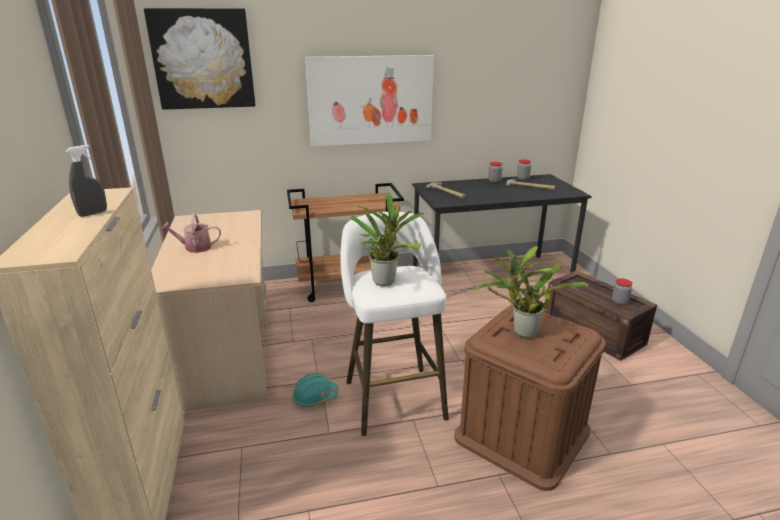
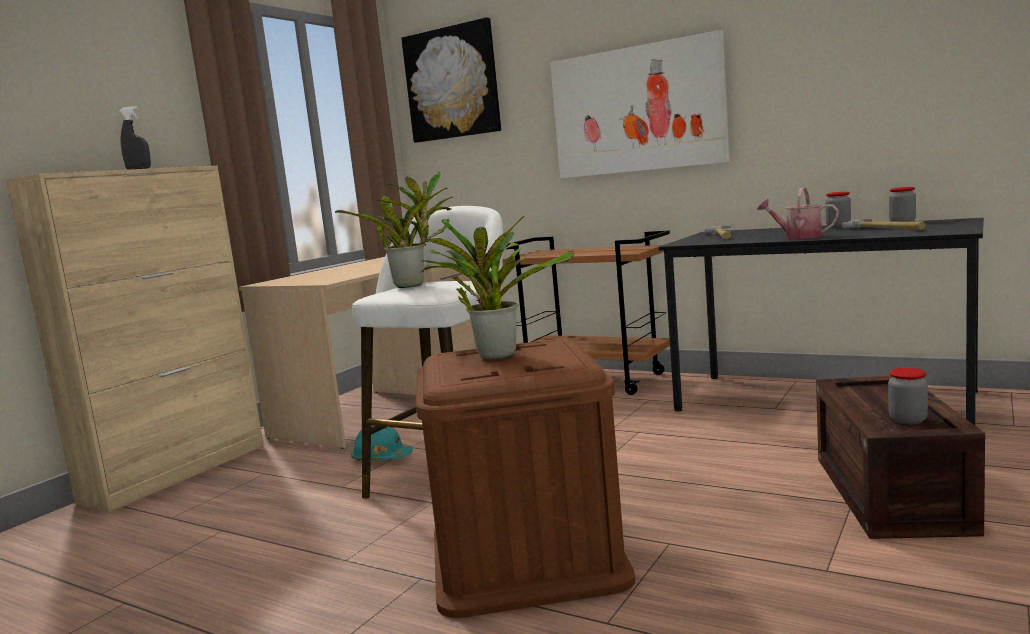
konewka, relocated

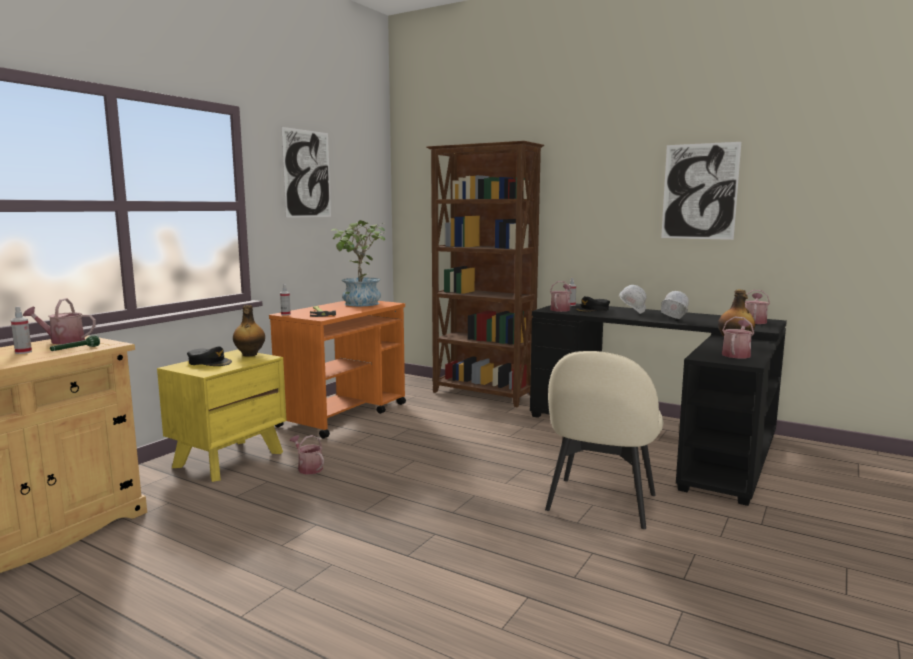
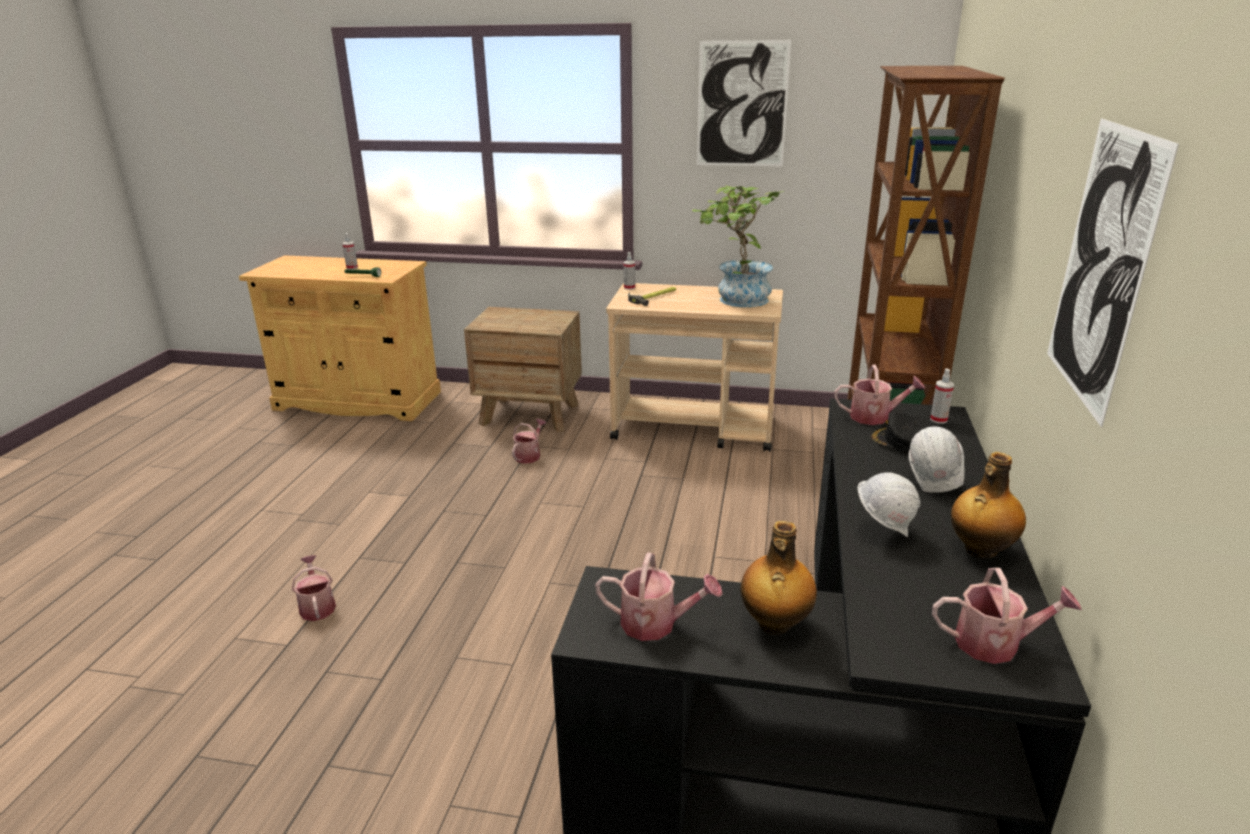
konewka (no. 1 from left), relocated
szafka nocna/żółty → szafka nocna/brązowy
czapka z daszkiem/czarny (no. 1 from left) → -
butelka (no. 1 from left in the first image) → butelka (no. 2 from left), relocated
wózek/pomarańczowy → wózek/beżowy
krzesło/beżowy → -

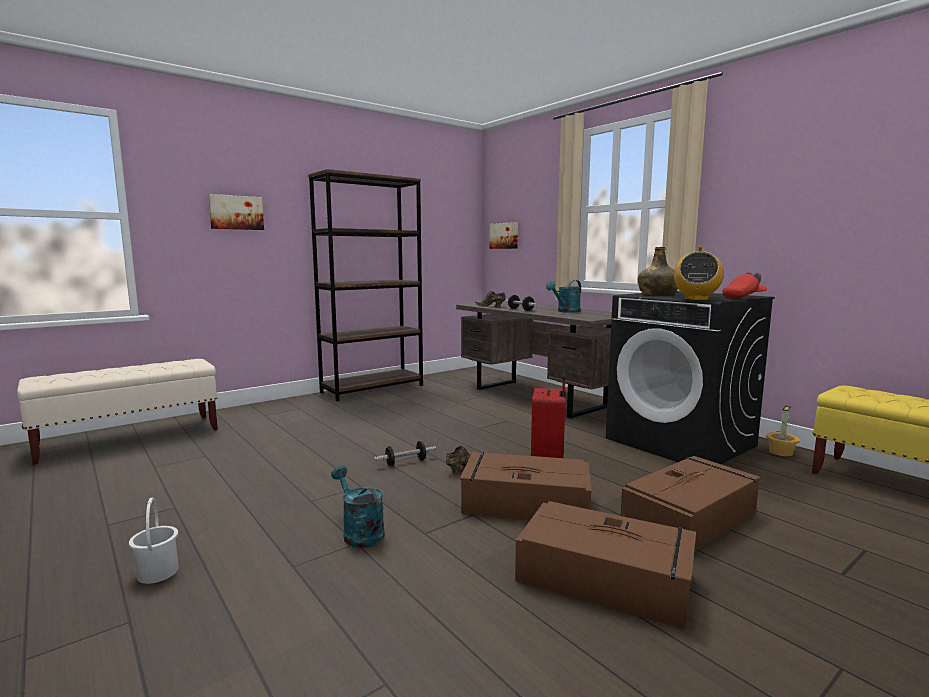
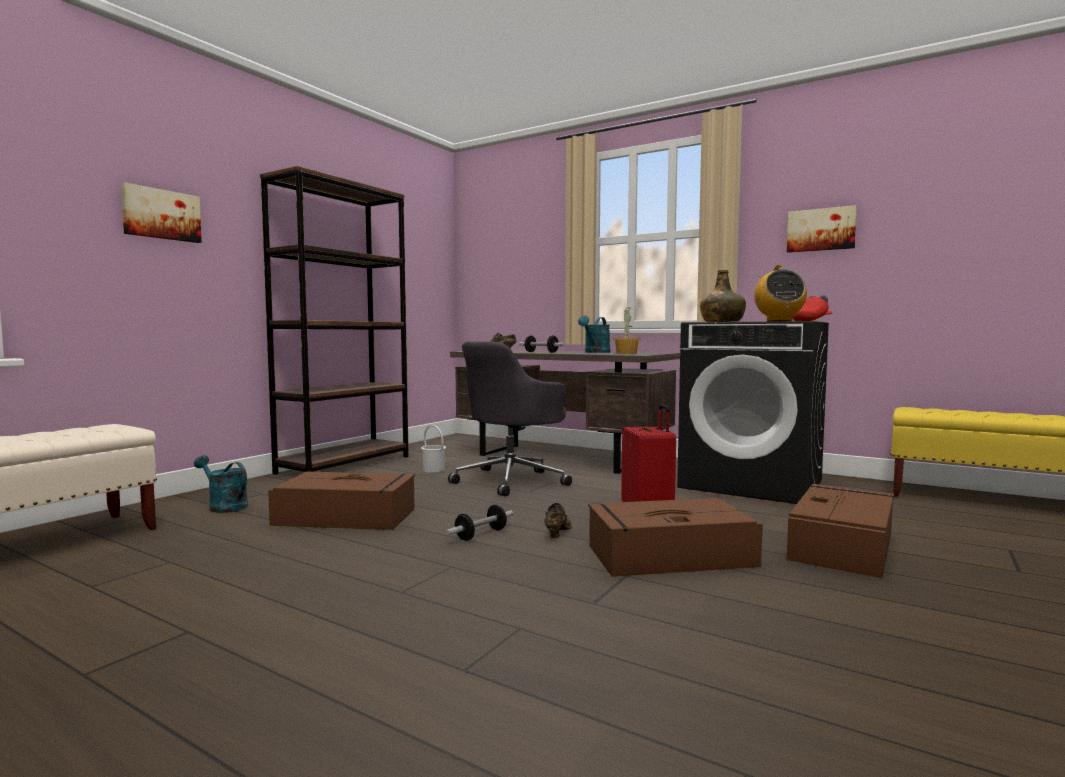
wiadro/biały, relocated
konewka/turkusowy (no. 1 from left), relocated
obraz (no. 2 from left), relocated
pojemnik do przechowywania/brązowy (no. 2 from left in the first image) → pojemnik do przechowywania/brązowy (no. 1 from left), relocated
roślina doniczkowa, relocated
- → krzesło biurowe/szary

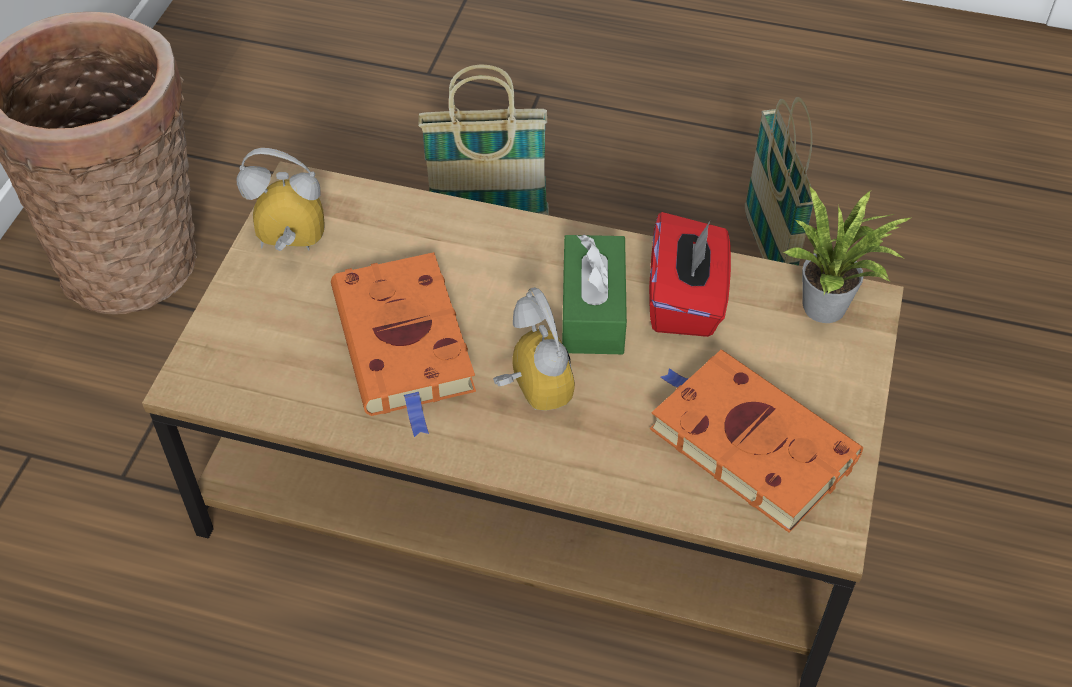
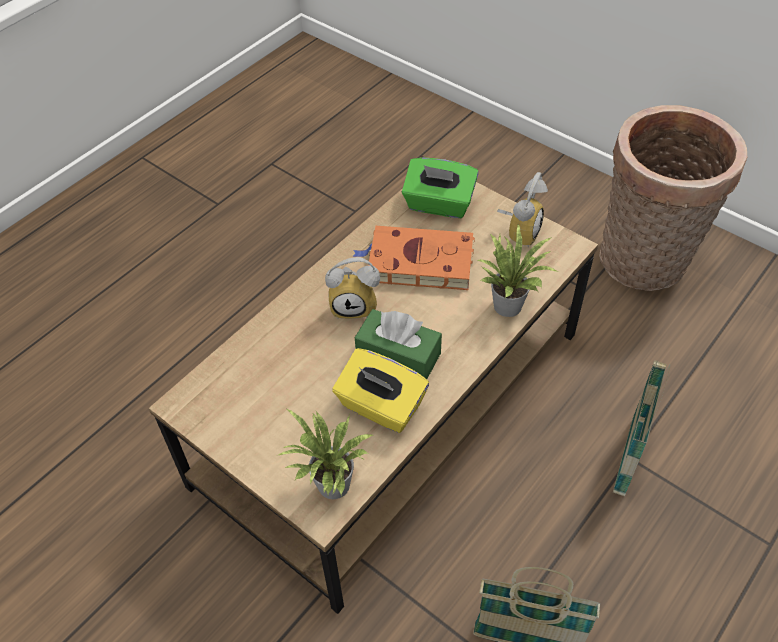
pudełko chusteczek/czerwony → pudełko chusteczek/żółty
książka/pomarańczowy (no. 2 from left) → -
- → pudełko chusteczek/zielony (no. 2 from left)
- → roślina doniczkowa (no. 2 from left)

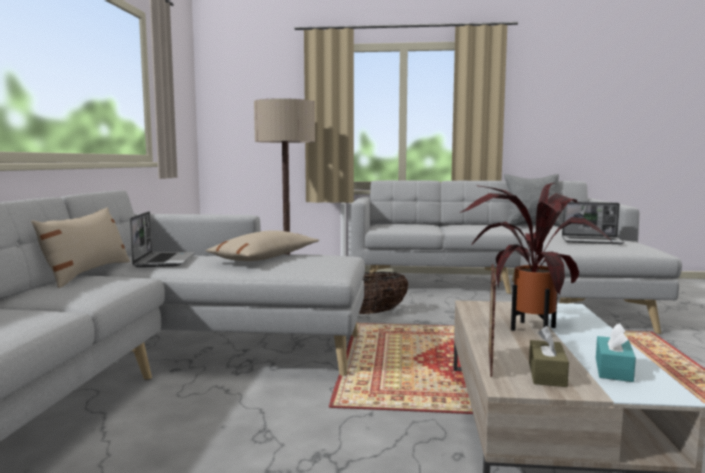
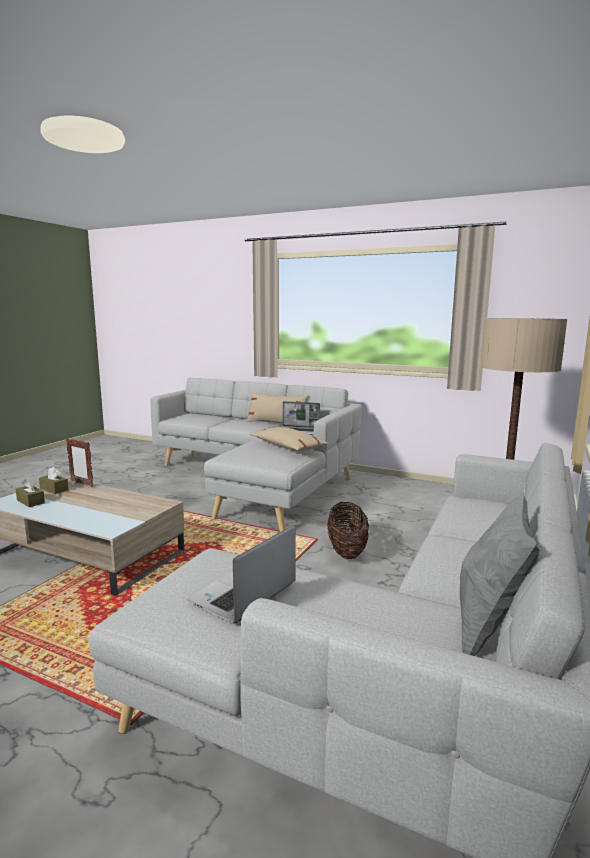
roślina doniczkowa → -
pudełko chusteczek/turkusowy → pudełko chusteczek/brązowy (no. 1 from left)

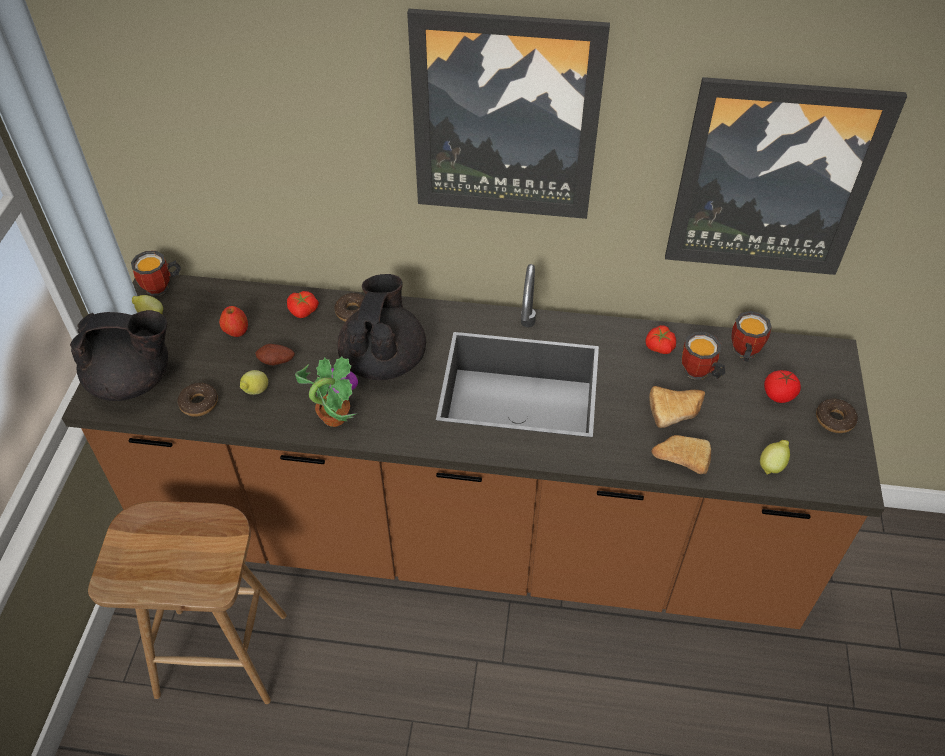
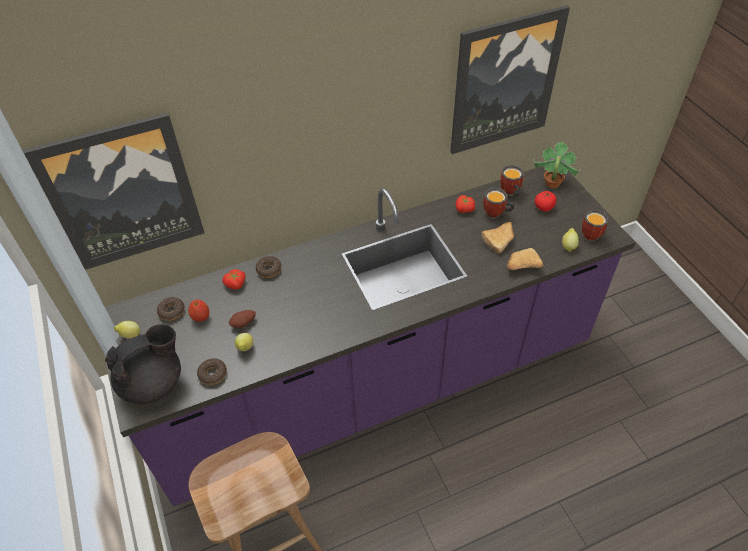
zabudowa kuchenna/brązowy → zabudowa kuchenna/fioletowy
kubek (no. 1 from left in the first image) → kubek (no. 3 from left), relocated
roślina doniczkowa, relocated
imbryk/czarny (no. 2 from left) → -
obraz (no. 1 from left), relocated
donut (no. 3 from left in the first image) → donut (no. 1 from left), relocated

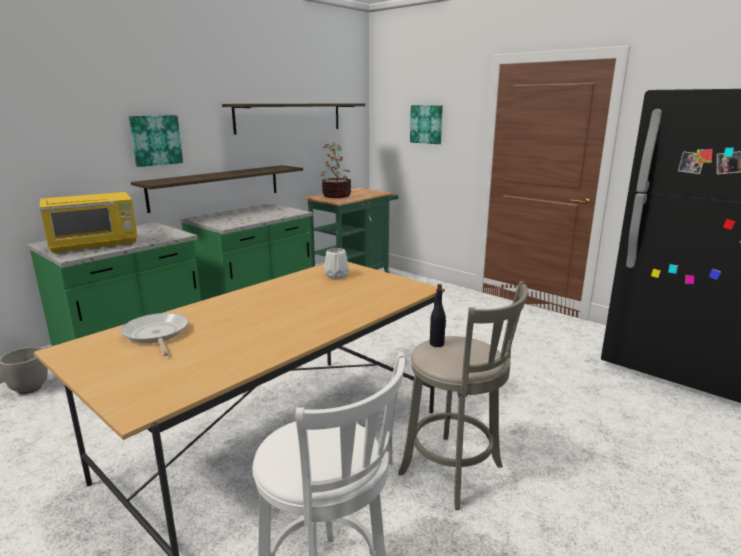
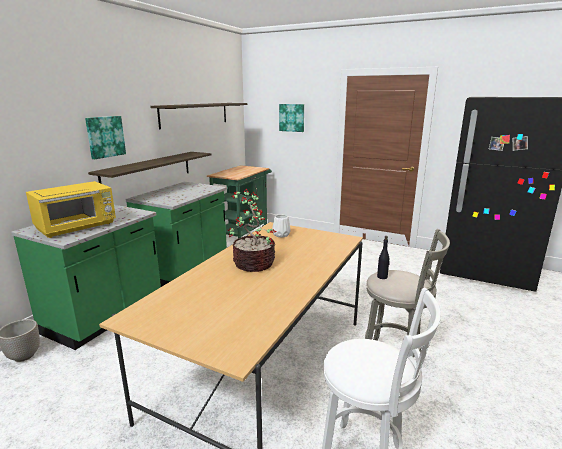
patelnia → -
roślina doniczkowa, relocated

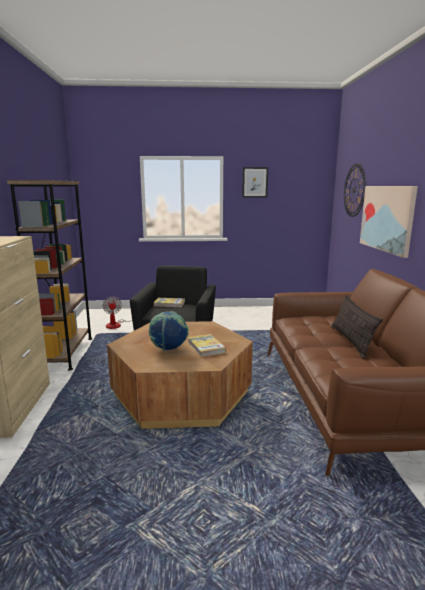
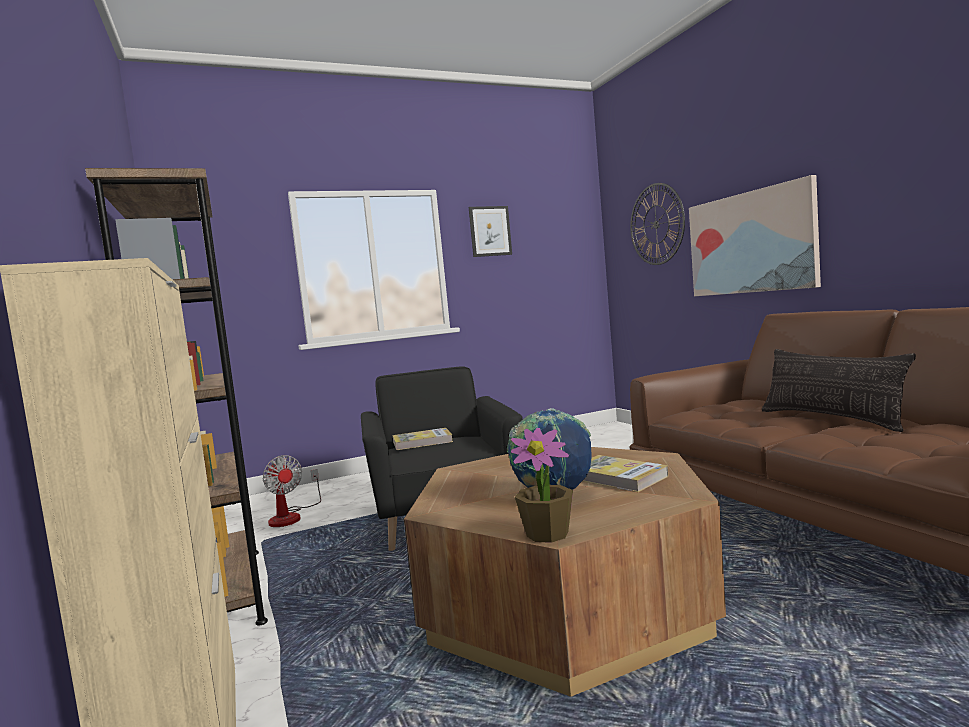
- → roślina doniczkowa

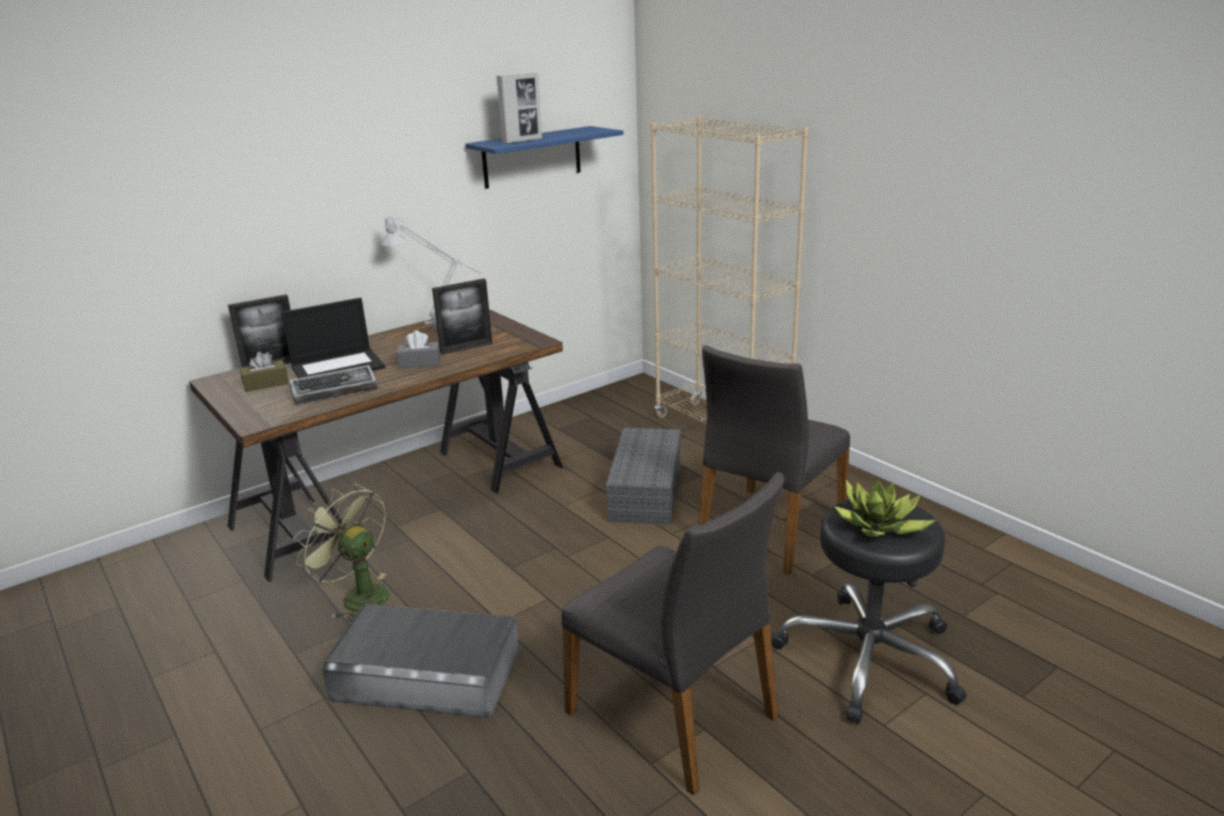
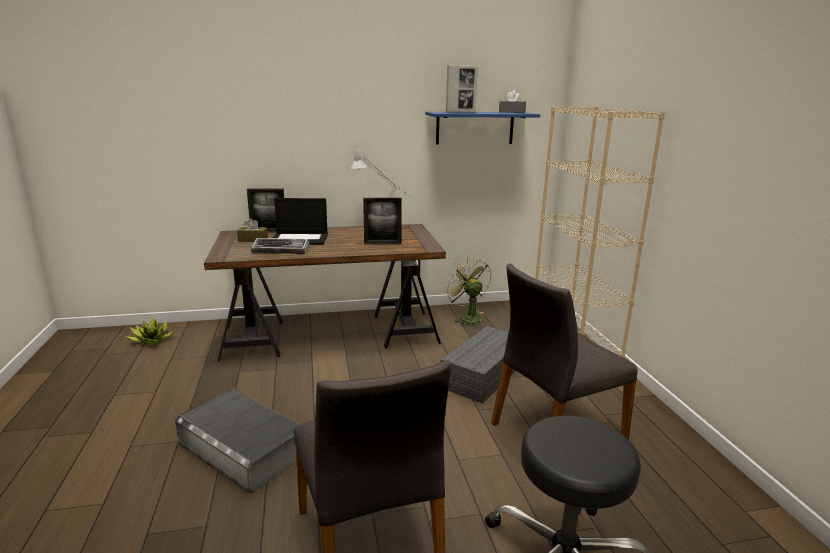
wentylator/zielony, relocated
pudełko chusteczek/szary, relocated
roślina doniczkowa, relocated

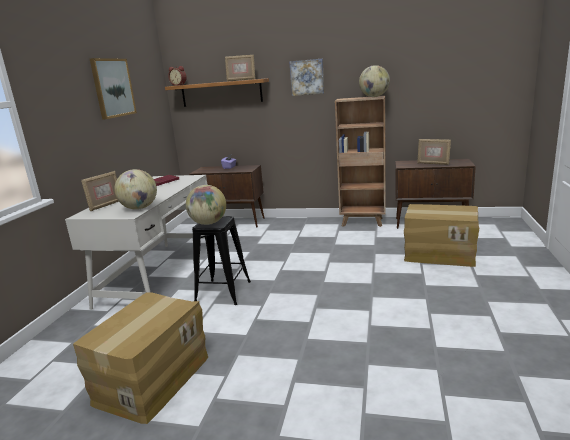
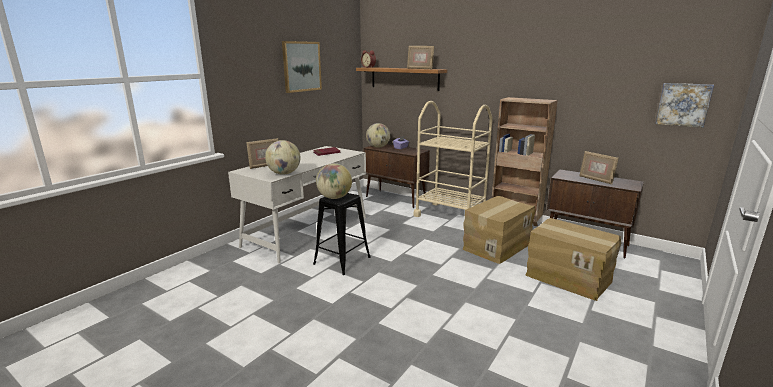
karton (no. 1 from left), relocated
obraz (no. 2 from left), relocated
globus (no. 3 from left), relocated
- → wózek/beżowy

